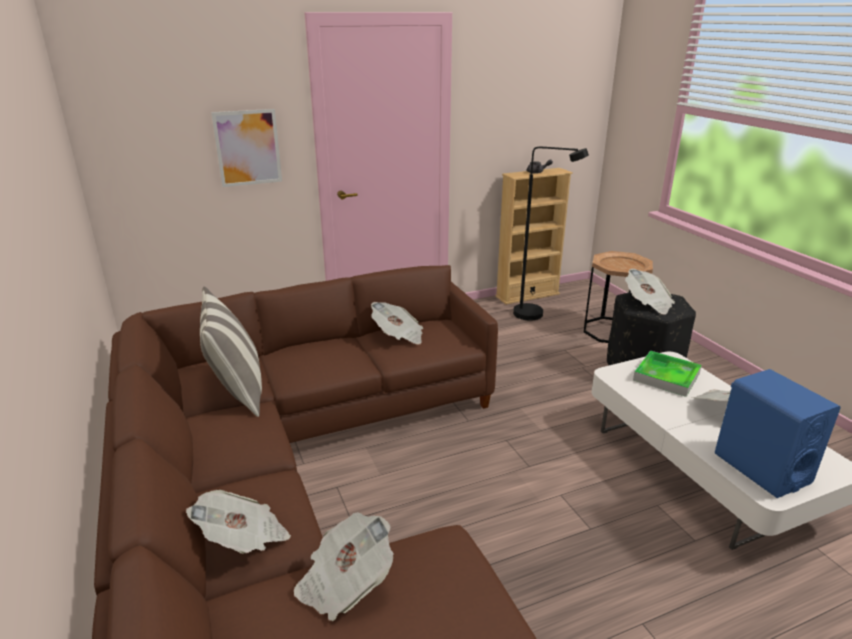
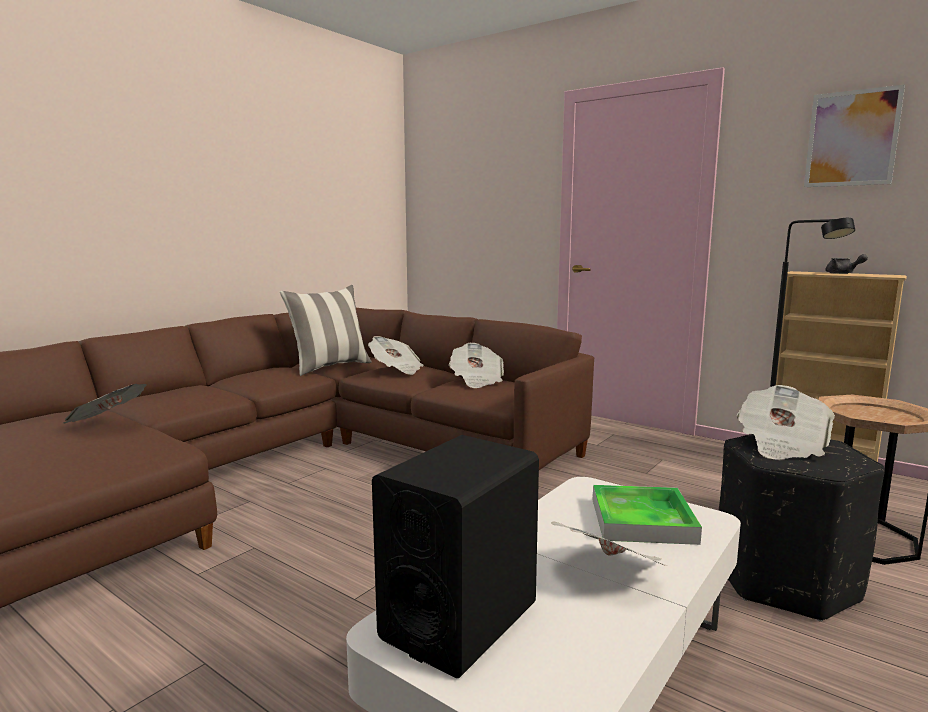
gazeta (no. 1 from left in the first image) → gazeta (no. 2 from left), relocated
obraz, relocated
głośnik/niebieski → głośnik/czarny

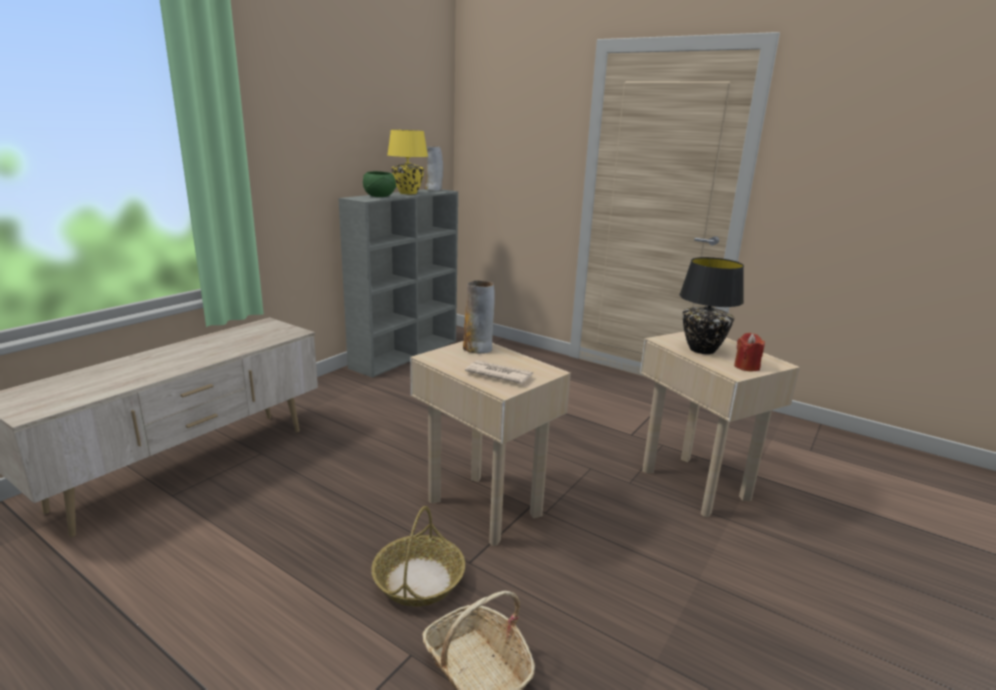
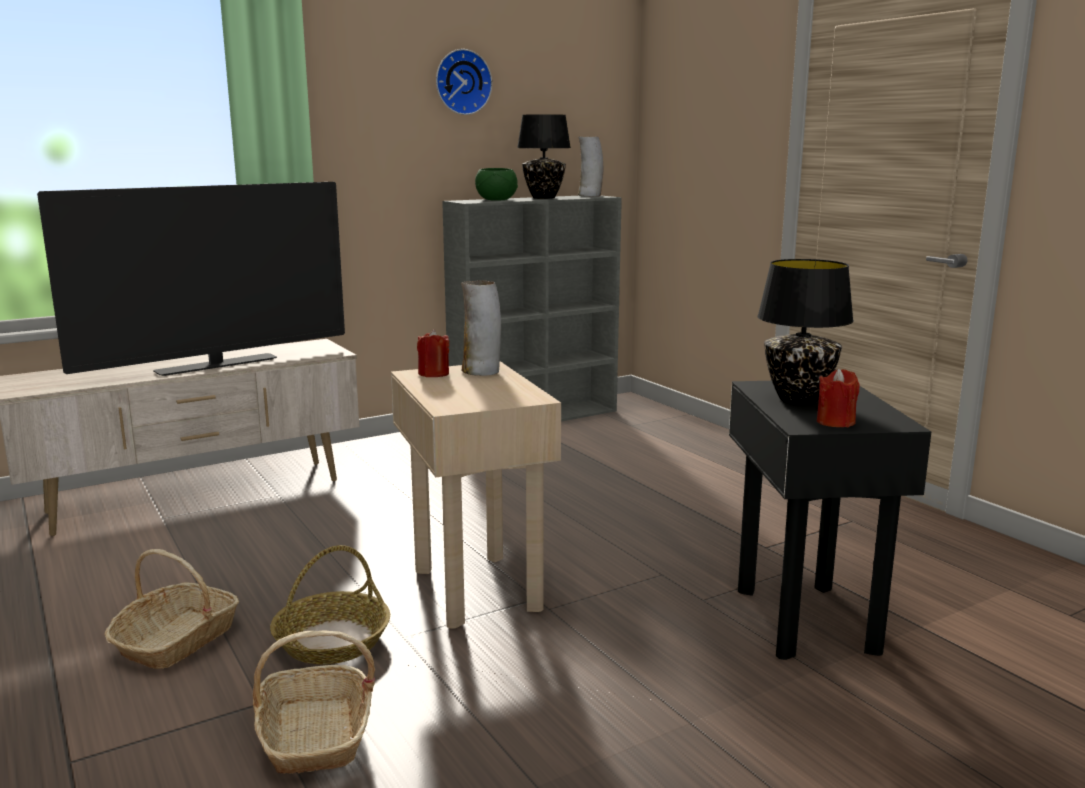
lampa stołowa/żółty → lampa stołowa/czarny (no. 1 from left)
gazeta → -
stolik/beżowy (no. 2 from left) → stolik/czarny
- → telewizor
- → koszyk (no. 1 from left)
- → świeca/czerwony (no. 1 from left)
- → zegar ścienny

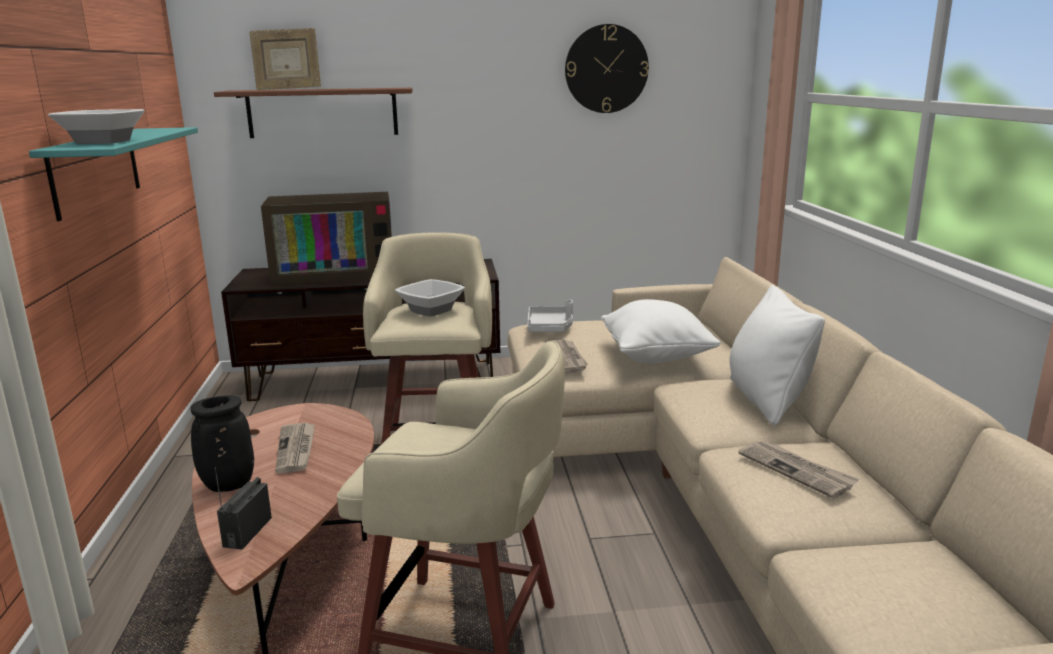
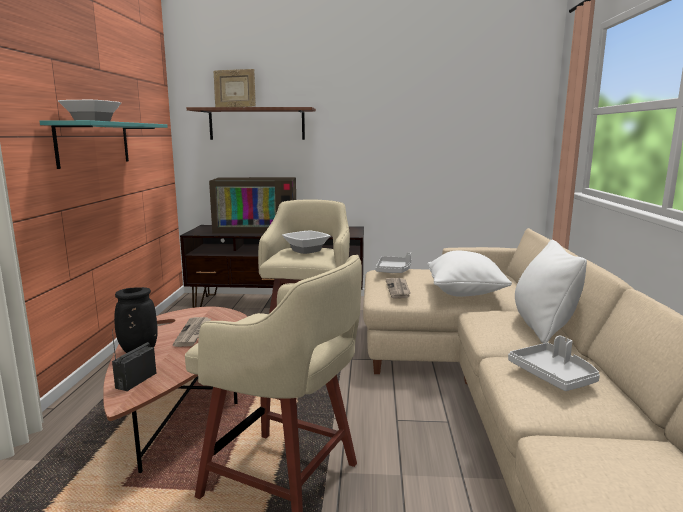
zegar ścienny → -
gazeta (no. 3 from left) → taca/szary (no. 2 from left)

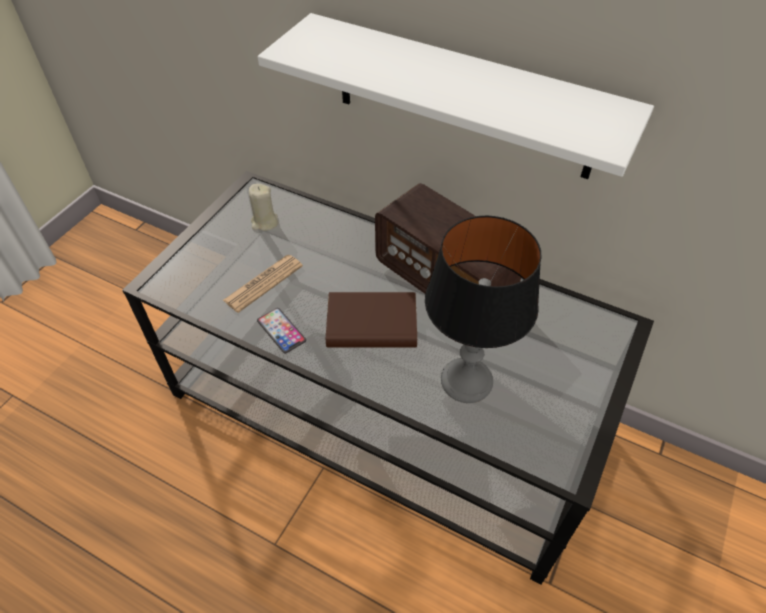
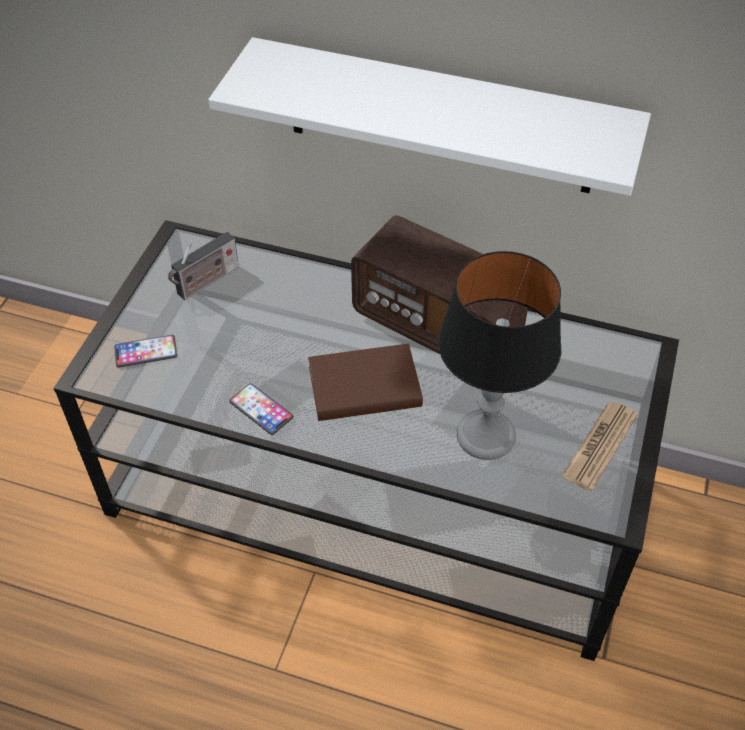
gazeta, relocated
świeca/beżowy → radio (no. 1 from left)
- → telefon (no. 1 from left)

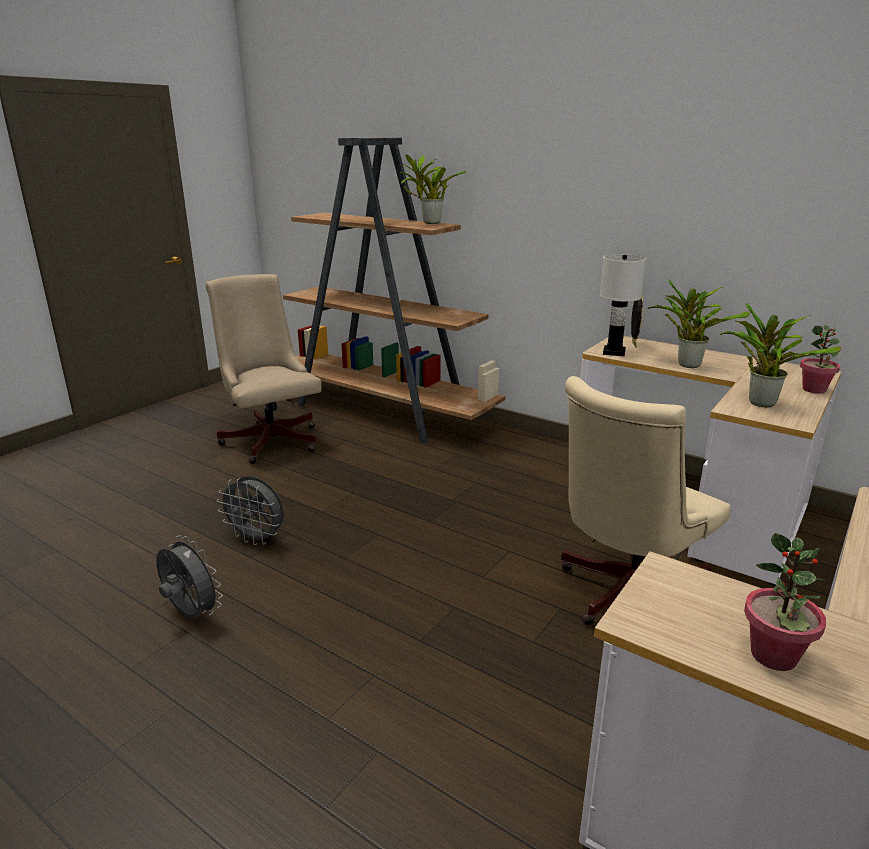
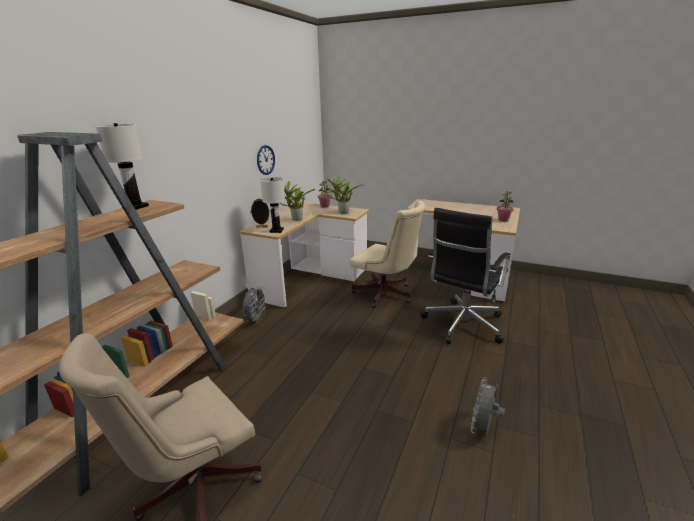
wentylator/szary (no. 2 from left in the first image) → wentylator/szary (no. 1 from left), relocated
roślina doniczkowa (no. 1 from left) → lampa stołowa/biały (no. 1 from left)
- → zegar ścienny
- → krzesło biurowe/czarny

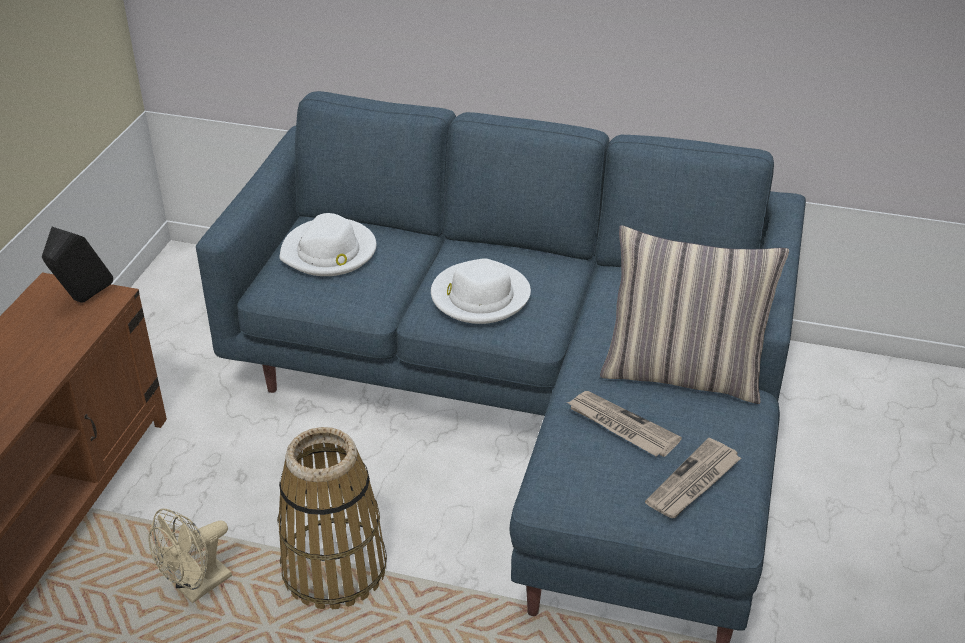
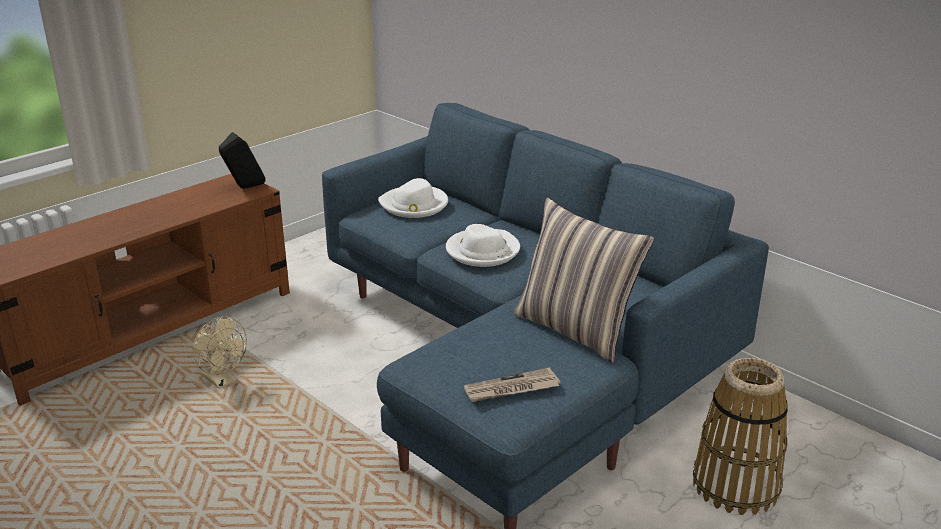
wentylator/beżowy, 120 degrees counterclockwise
koszyk, relocated
gazeta (no. 1 from left) → -

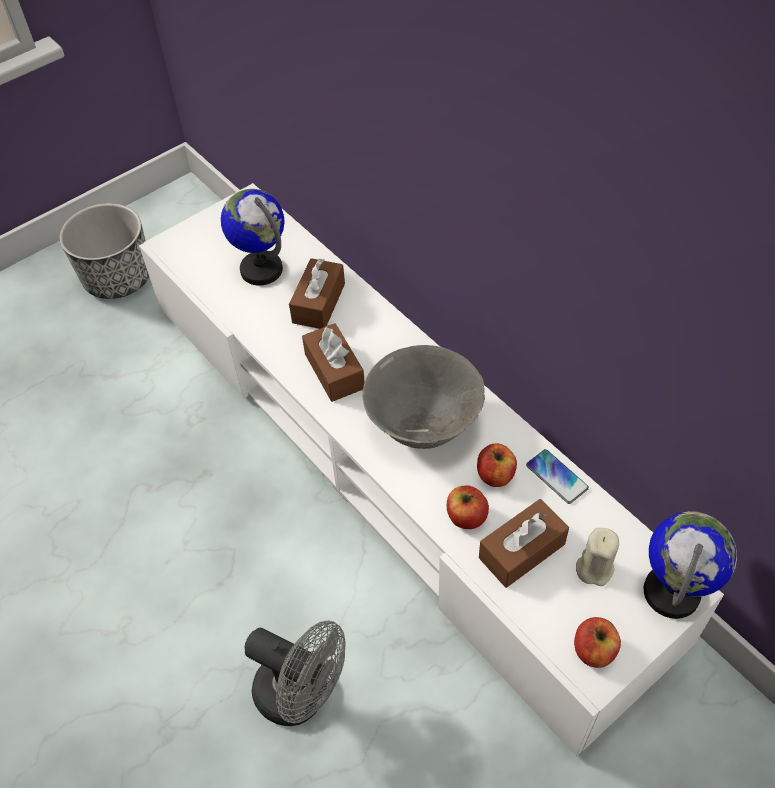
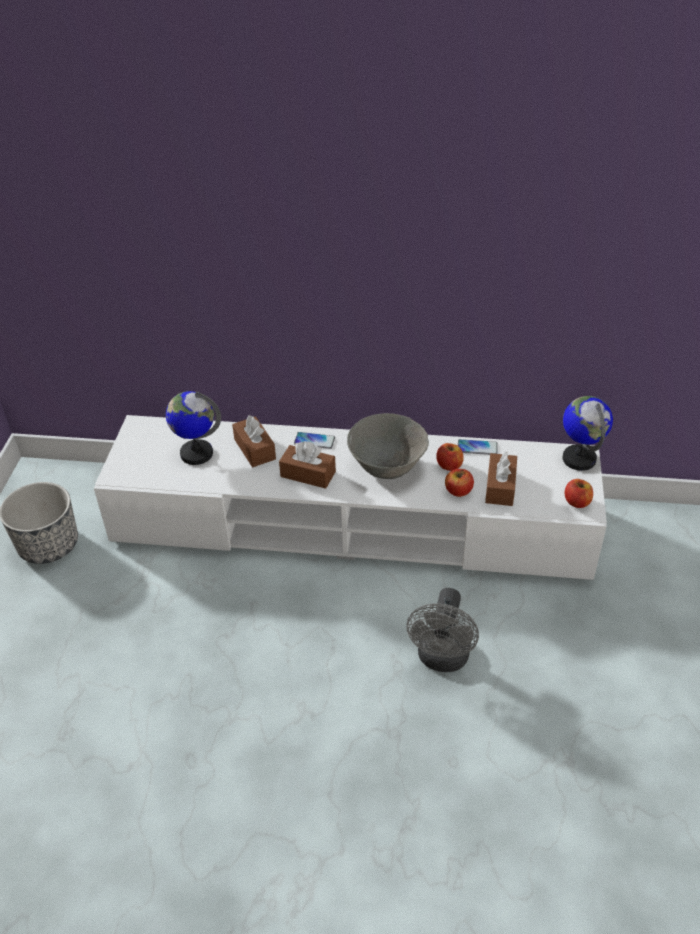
wentylator/szary, 120 degrees clockwise
świeca/beżowy → -
- → telefon (no. 1 from left)

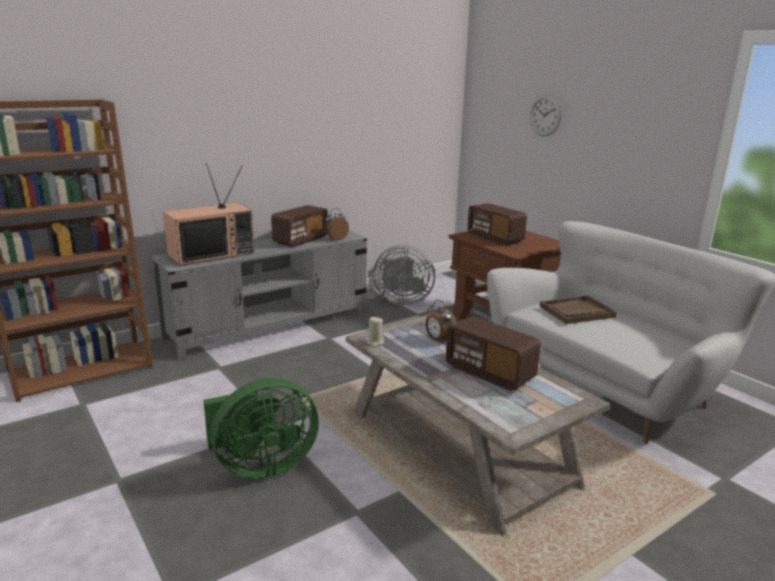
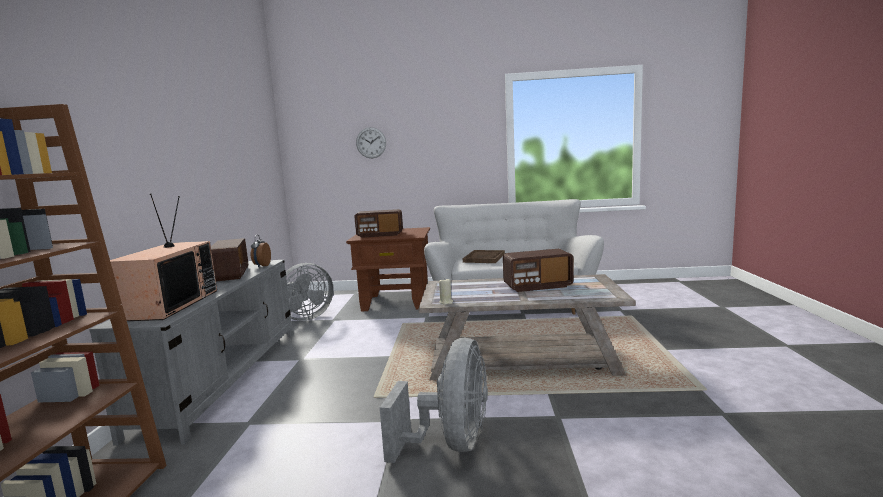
wentylator/zielony → wentylator/szary (no. 2 from left)
budzik (no. 2 from left) → -

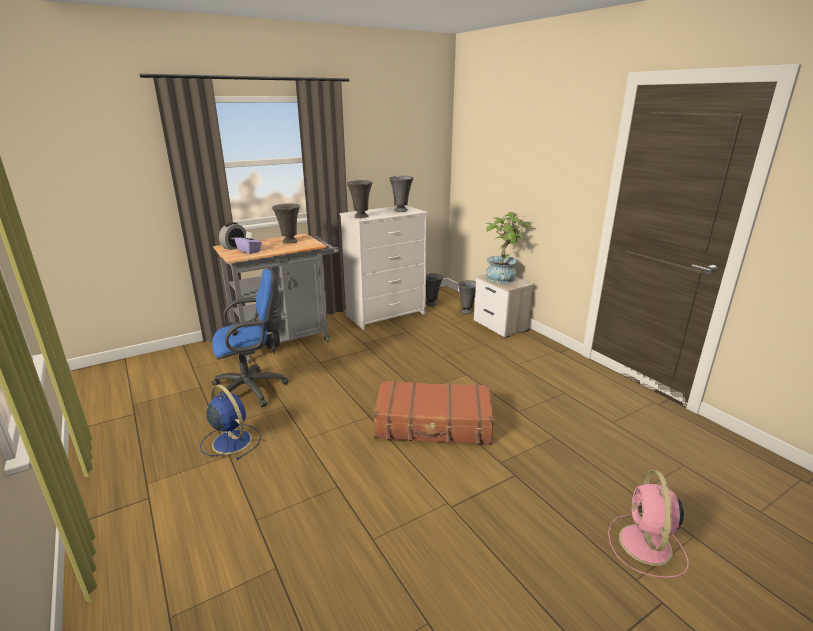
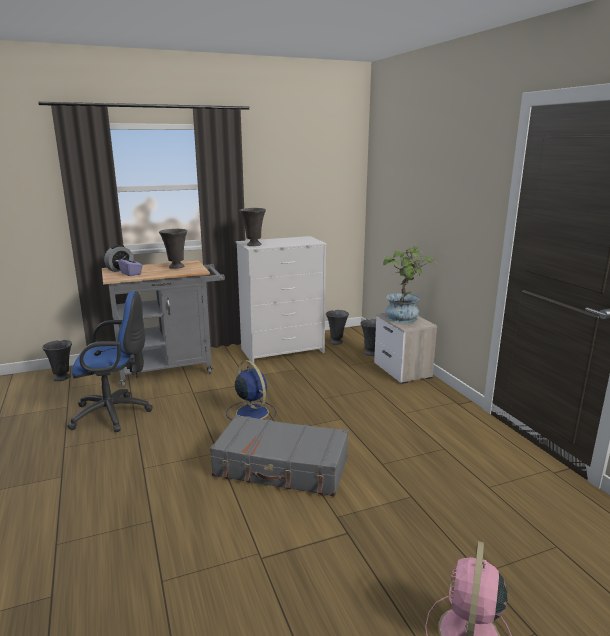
wentylator/niebieski, relocated
walizka/brązowy → walizka/szary
wazon/szary (no. 3 from left in the first image) → wazon/szary (no. 1 from left), relocated

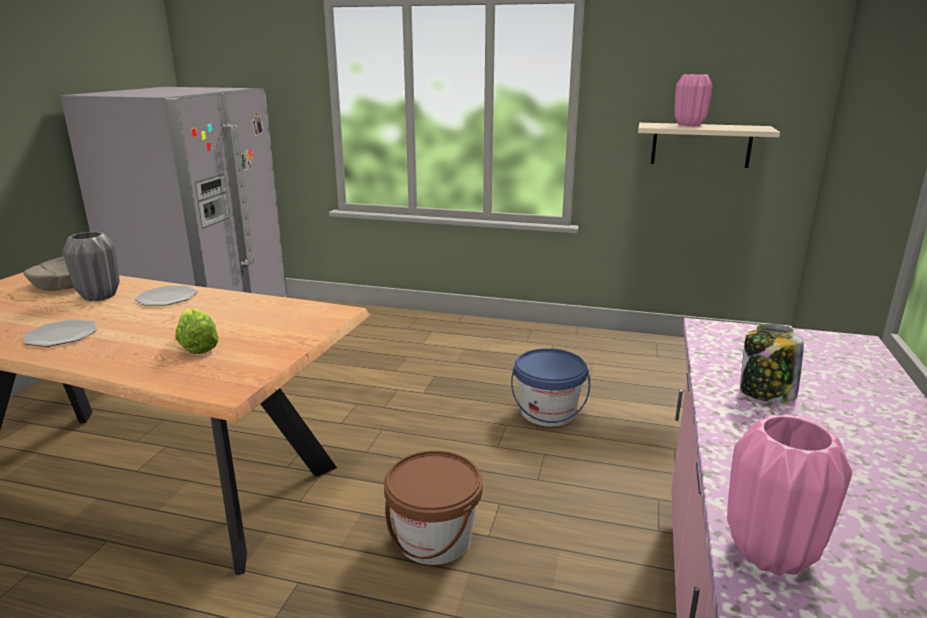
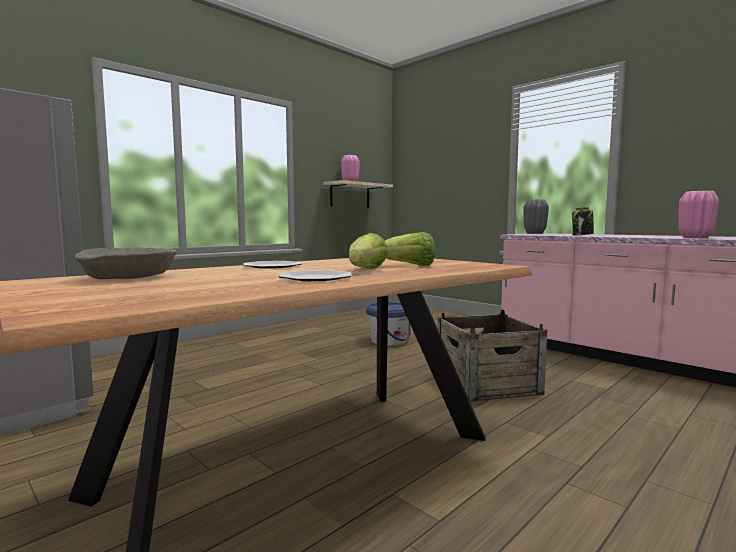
wazon/szary, relocated
wiadro/brązowy → skrzynka
- → sałata (no. 1 from left)

